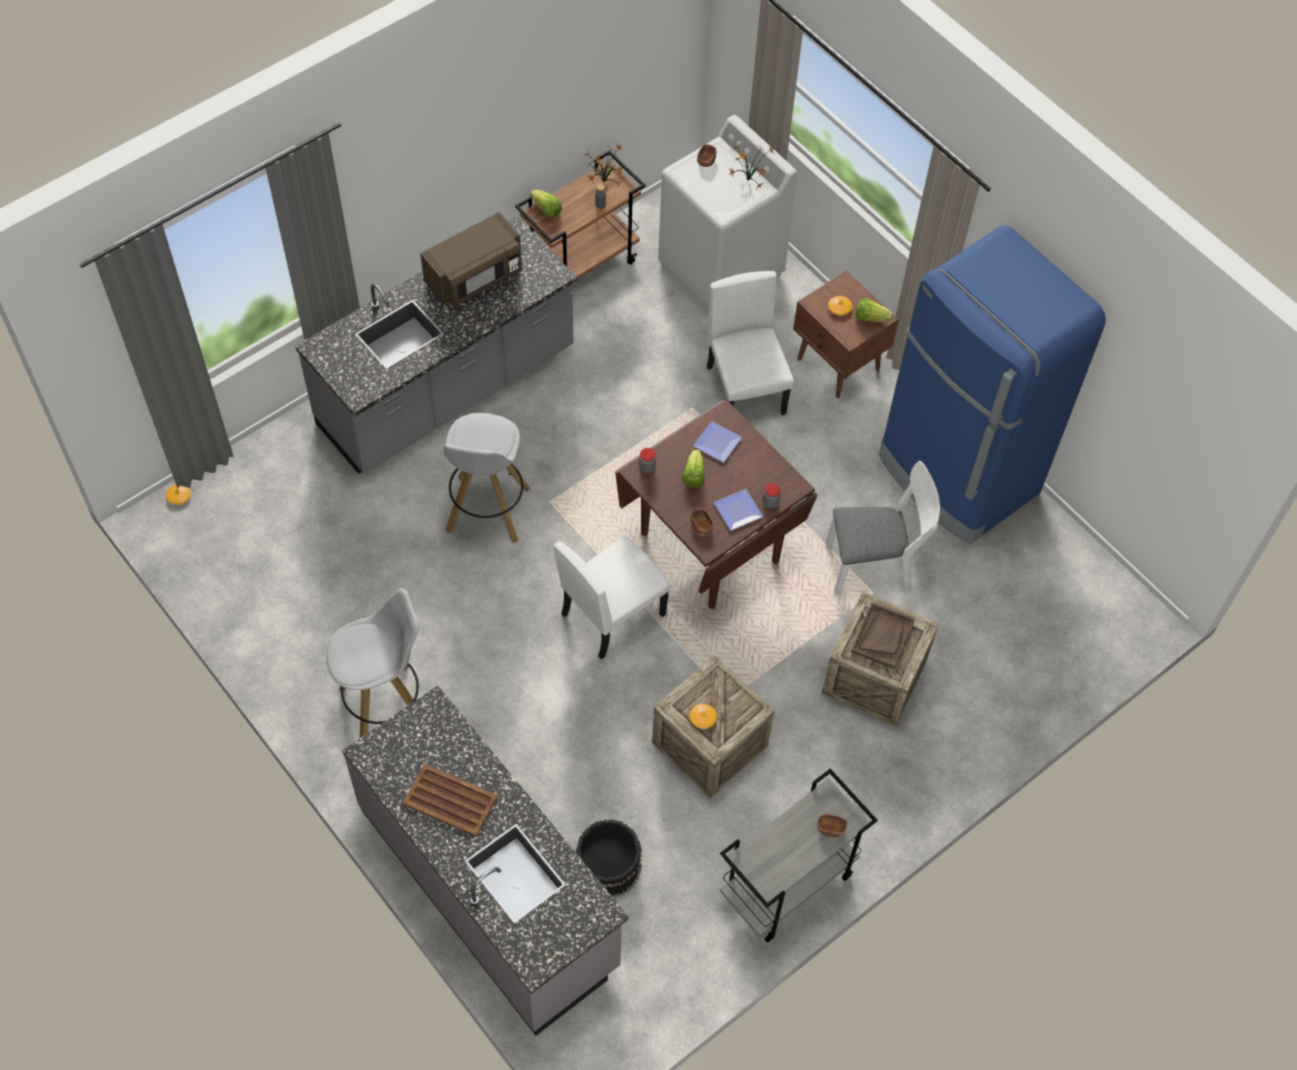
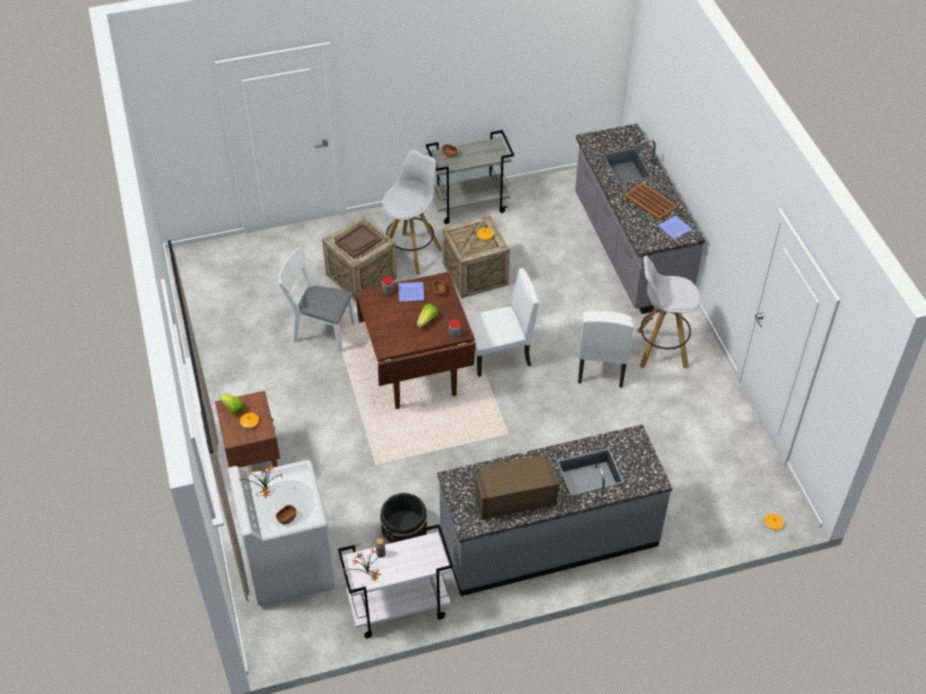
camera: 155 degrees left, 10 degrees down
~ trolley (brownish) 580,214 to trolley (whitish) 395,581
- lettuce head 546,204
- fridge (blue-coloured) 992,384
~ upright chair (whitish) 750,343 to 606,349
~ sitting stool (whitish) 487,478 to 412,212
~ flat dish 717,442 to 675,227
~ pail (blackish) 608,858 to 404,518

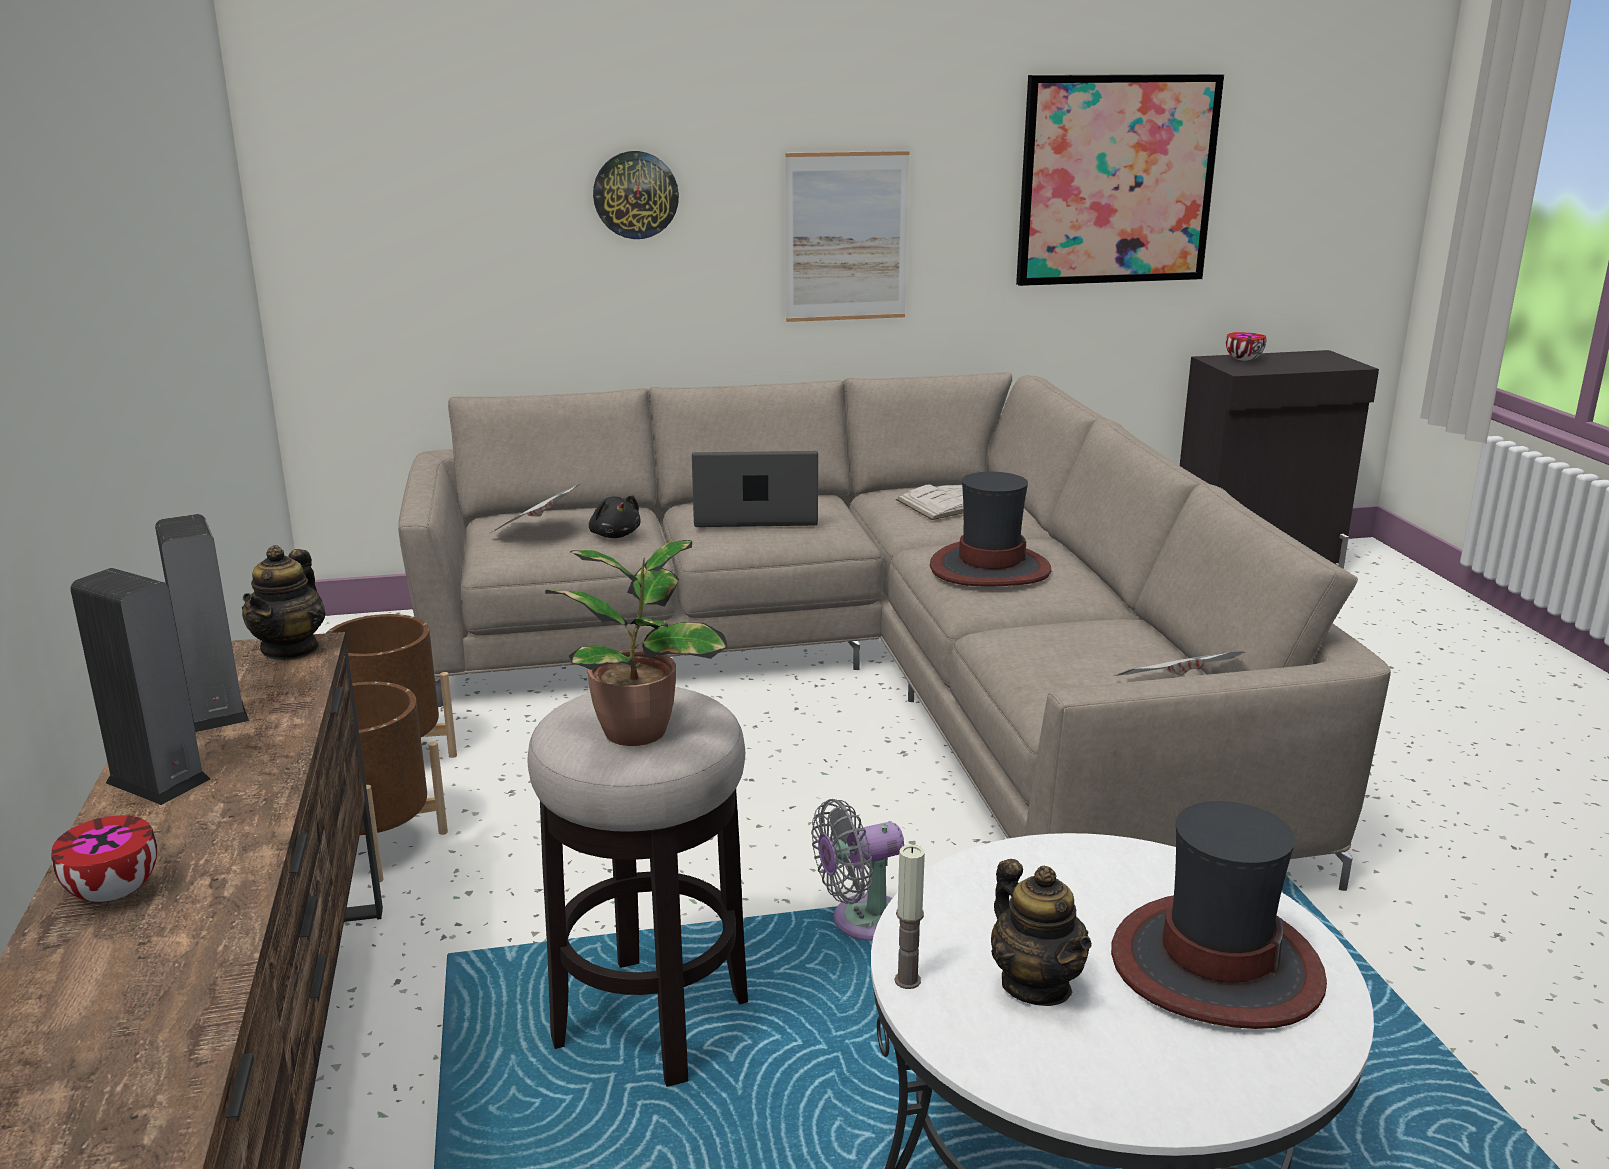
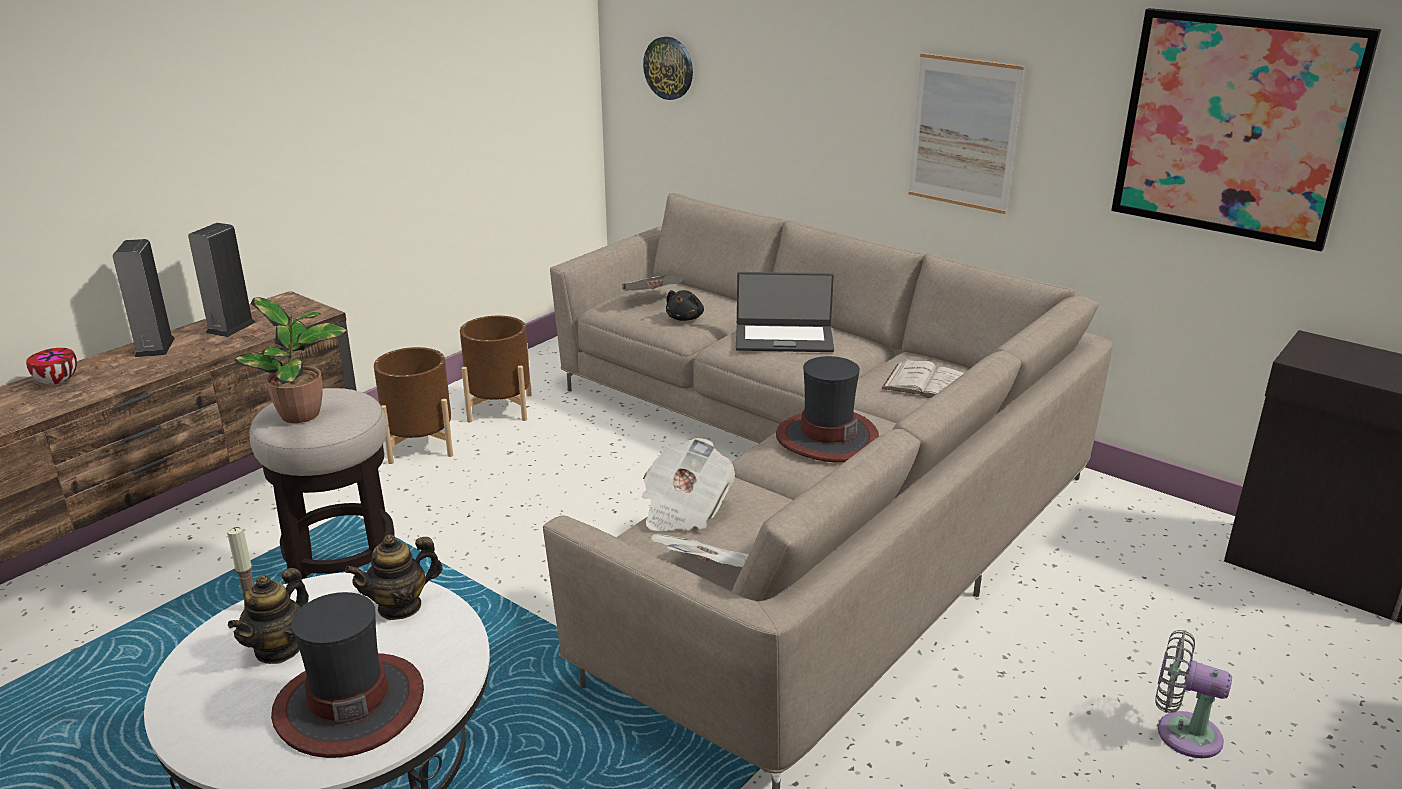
camera: 50 degrees right, 5 degrees up
~ clock on the wall 636,195 to 668,68
- bowl 1246,346
~ laptop 755,489 = 785,312 135 degrees clockwise
~ pot for tea 284,602 to 394,577
~ fan (gray) 857,870 to 1193,694
+ daily paper 688,485

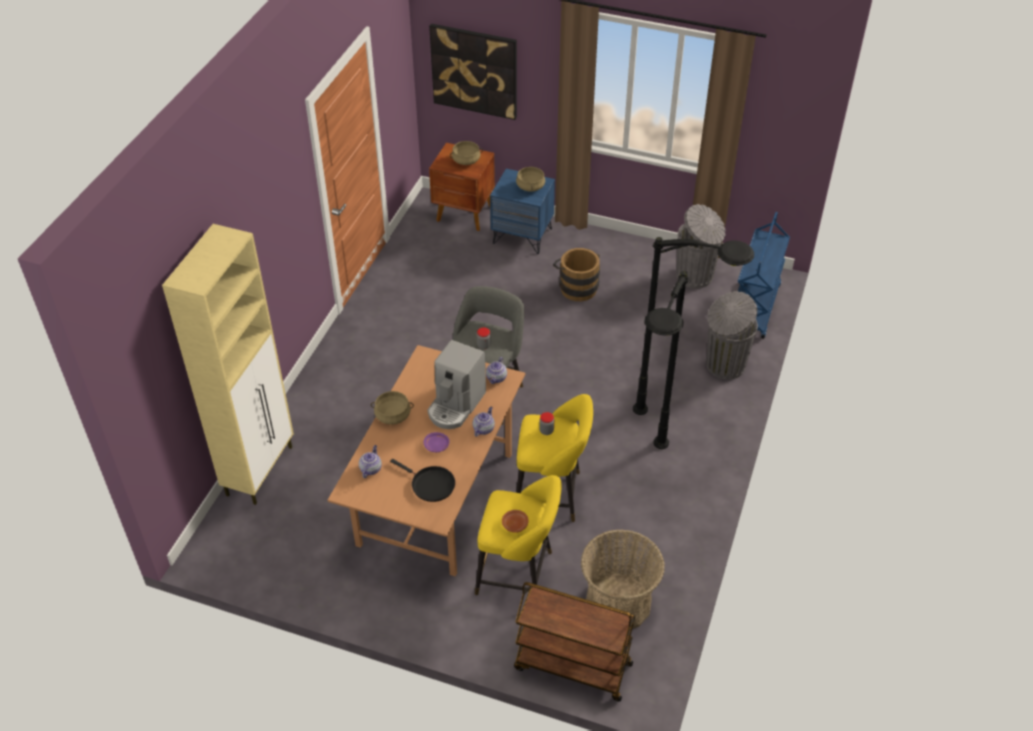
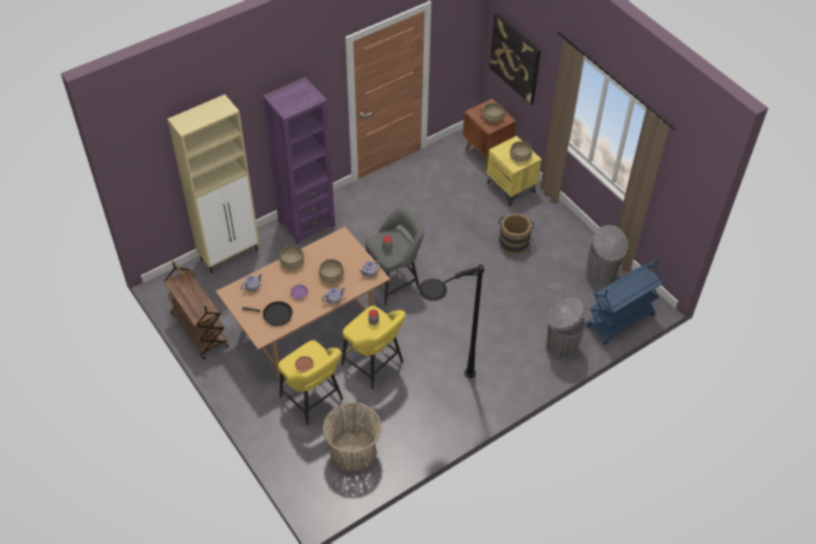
camera: 35 degrees right, 5 degrees up
~ nightstand (blue-coloured) 522,211 to nightstand (yellow-coloured) 514,171
- floor lamp (blackish) 693,326
~ coffee brewer 456,384 to saucepot (beige) 331,271
~ skillet (blackish) 422,480 = 267,313 60 degrees counterclockwise
~ trolley (brownish) 574,642 to 196,310
+ bookcase (purple-coloured) 299,161

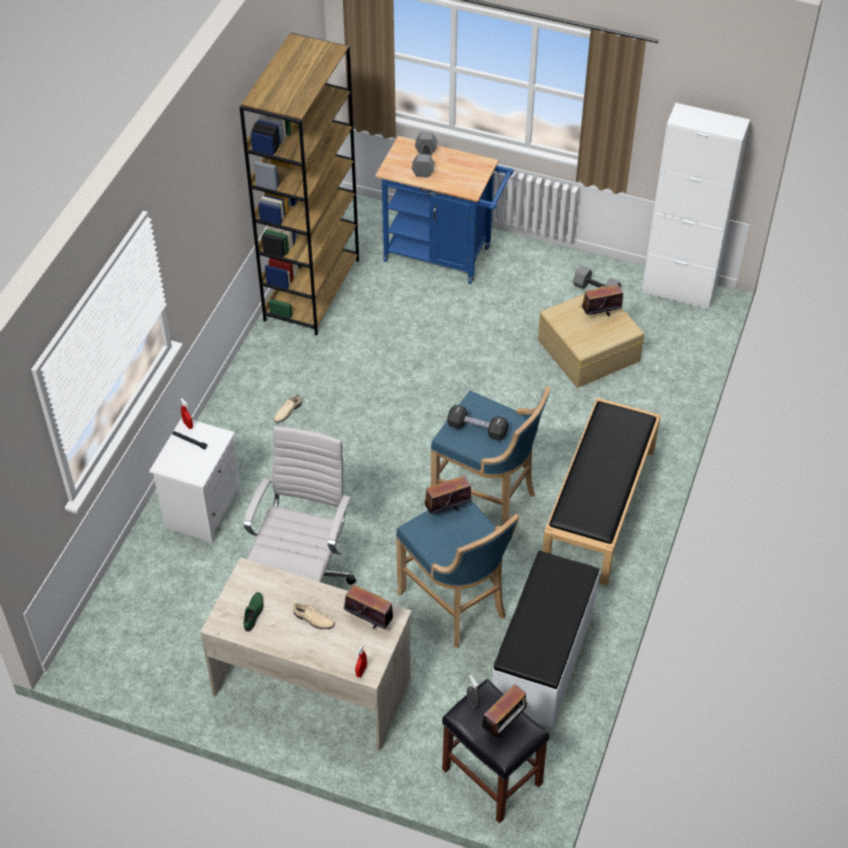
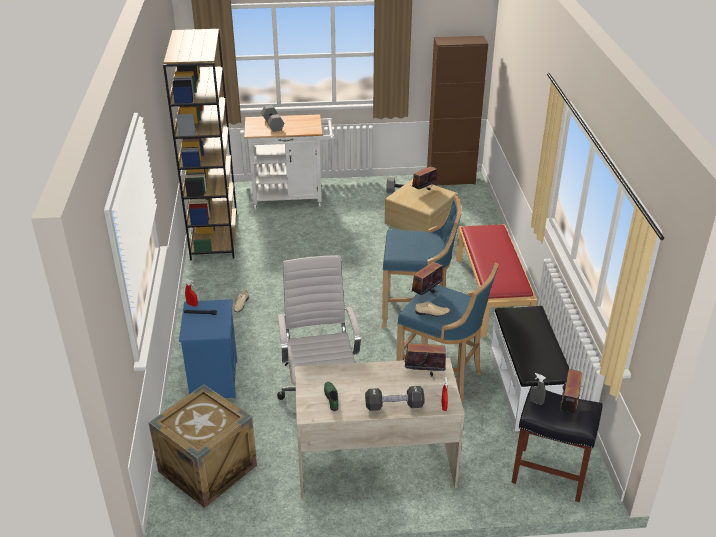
camera: 25 degrees left, 15 degrees down
~ cupboard (whitish) 696,206 to cupboard (brownish) 457,110
~ trolley (blue-coloured) 444,210 to trolley (whitish) 289,162
~ bench (blackish) 601,491 to bench (red-coloured) 496,280
~ free weight (blackish) 477,422 to 395,398
~ nightstand (whitish) 195,481 to nightstand (blue-coloured) 208,349
~ item of footwear (beige) 314,616 to 432,309
+ packing crate 202,446

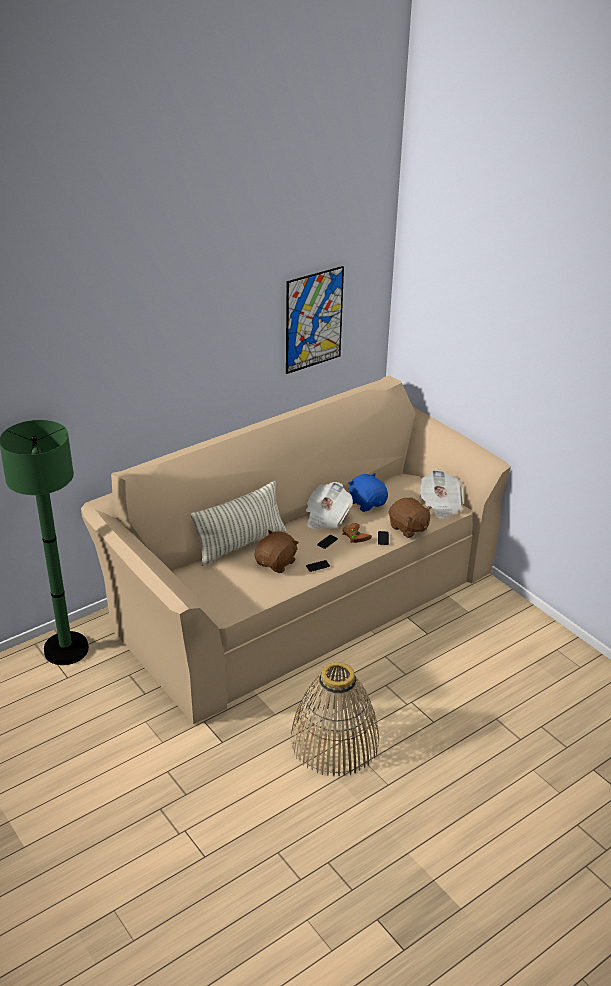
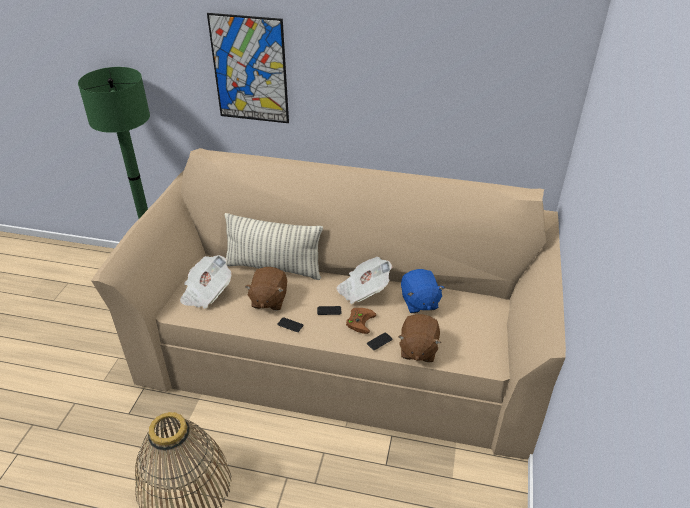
camera: 50 degrees right, 5 degrees up
~ picture 315,320 to 248,68
~ daily paper 442,494 to 206,282
~ plush toy (blue-coloured) 368,492 = 423,291 150 degrees clockwise
~ plush toy (brownish) 277,551 = 266,289 105 degrees clockwise

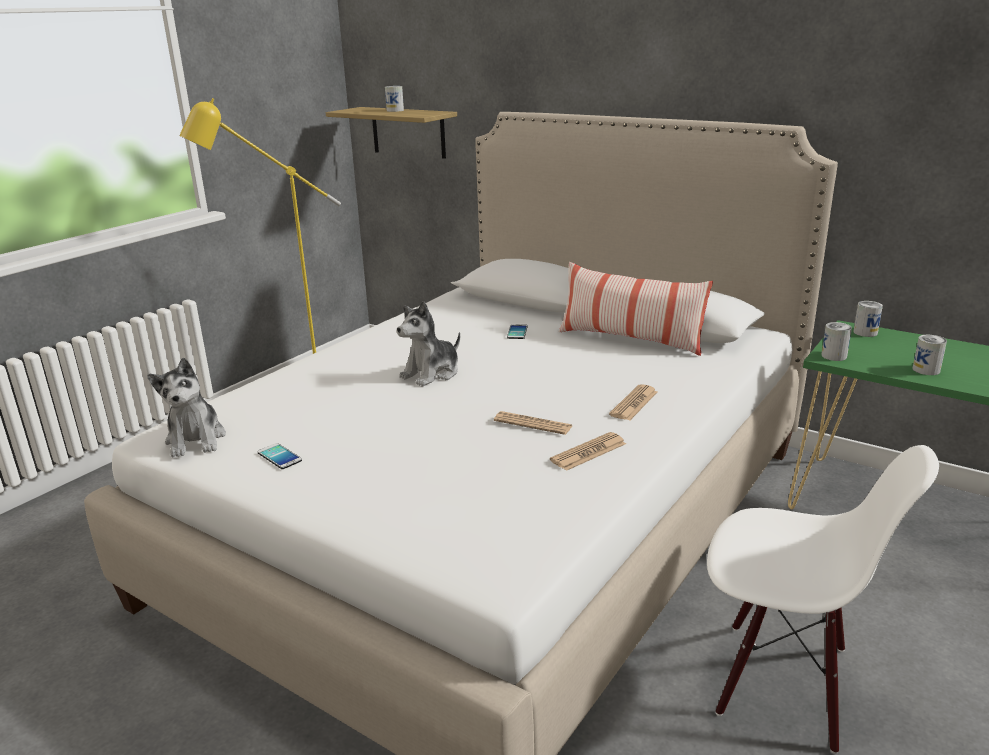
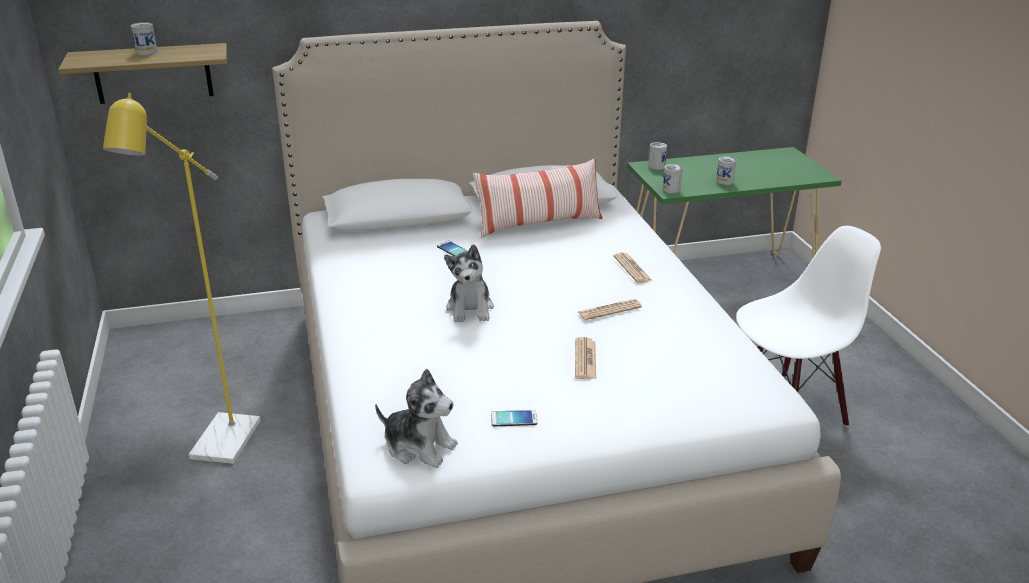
camera: 50 degrees left, 5 degrees up
~ daily paper 588,451 to 585,358

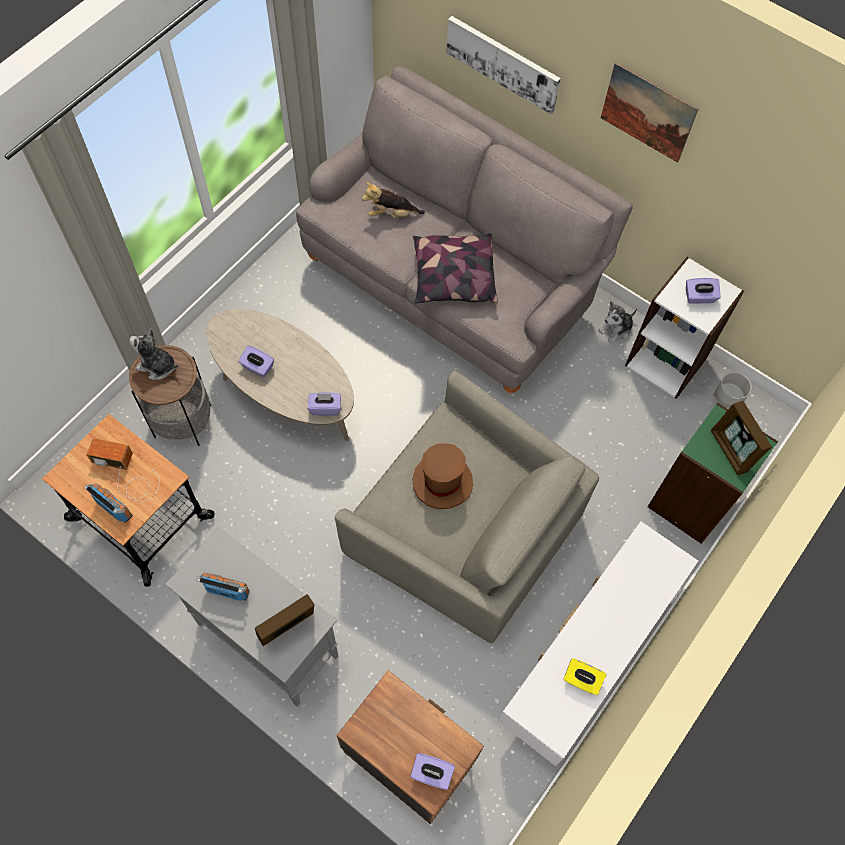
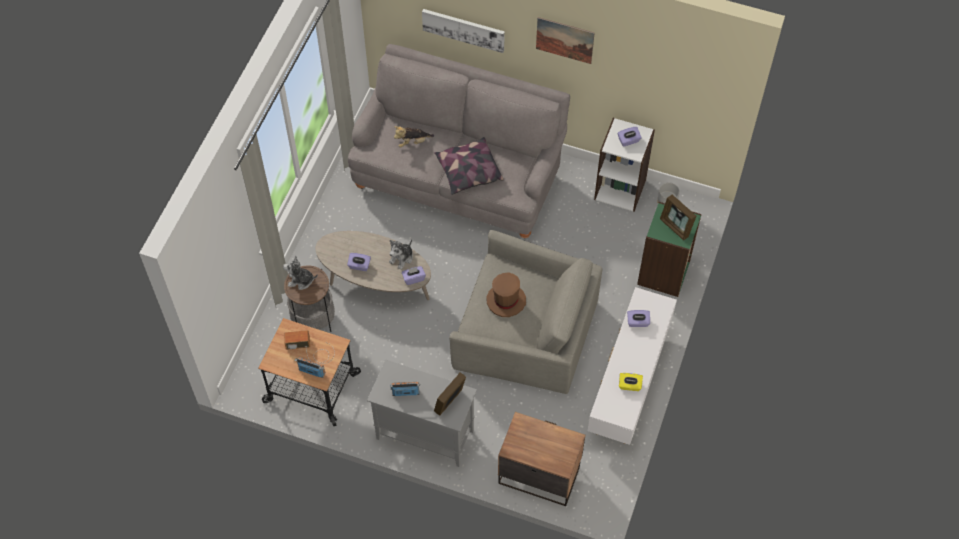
camera: 15 degrees left, 5 degrees down
~ plush toy 617,323 to 401,254
~ tissue box (purple-coloured) 433,771 to 638,318

